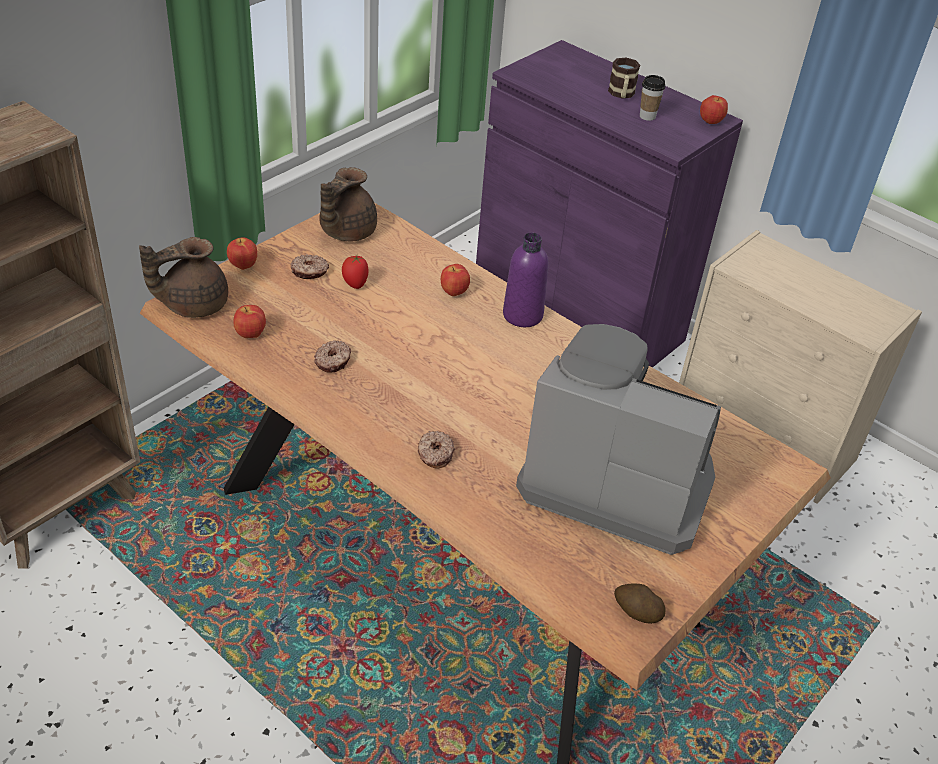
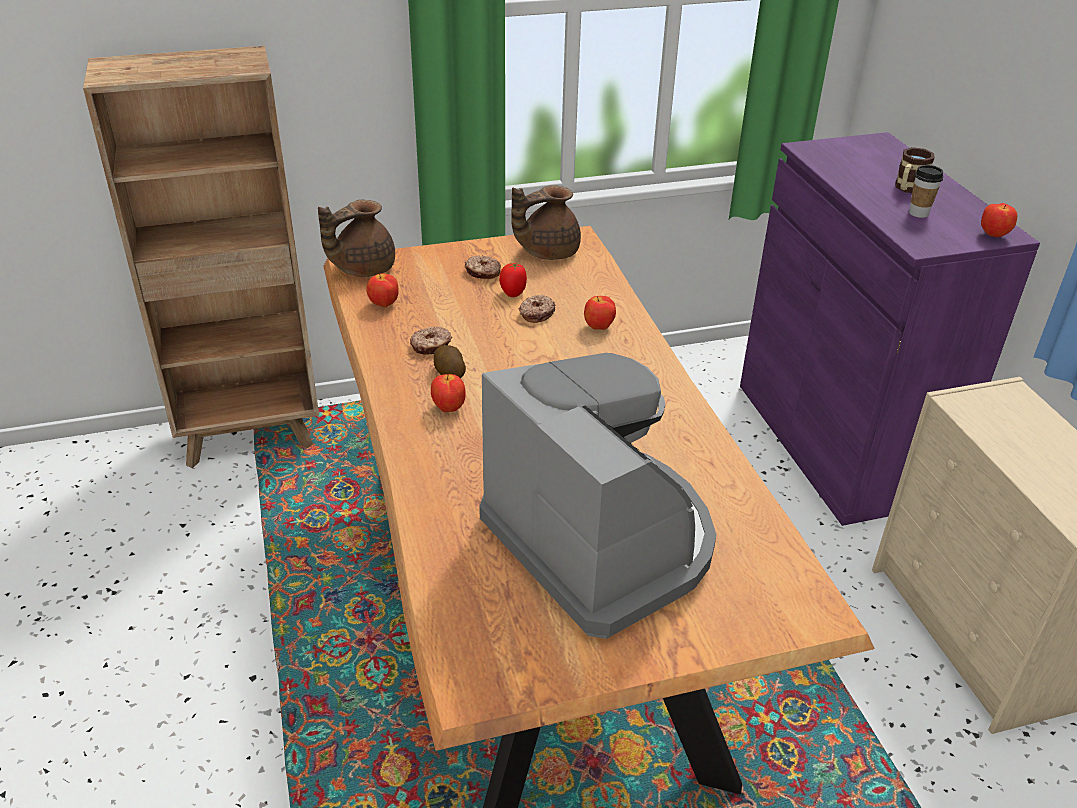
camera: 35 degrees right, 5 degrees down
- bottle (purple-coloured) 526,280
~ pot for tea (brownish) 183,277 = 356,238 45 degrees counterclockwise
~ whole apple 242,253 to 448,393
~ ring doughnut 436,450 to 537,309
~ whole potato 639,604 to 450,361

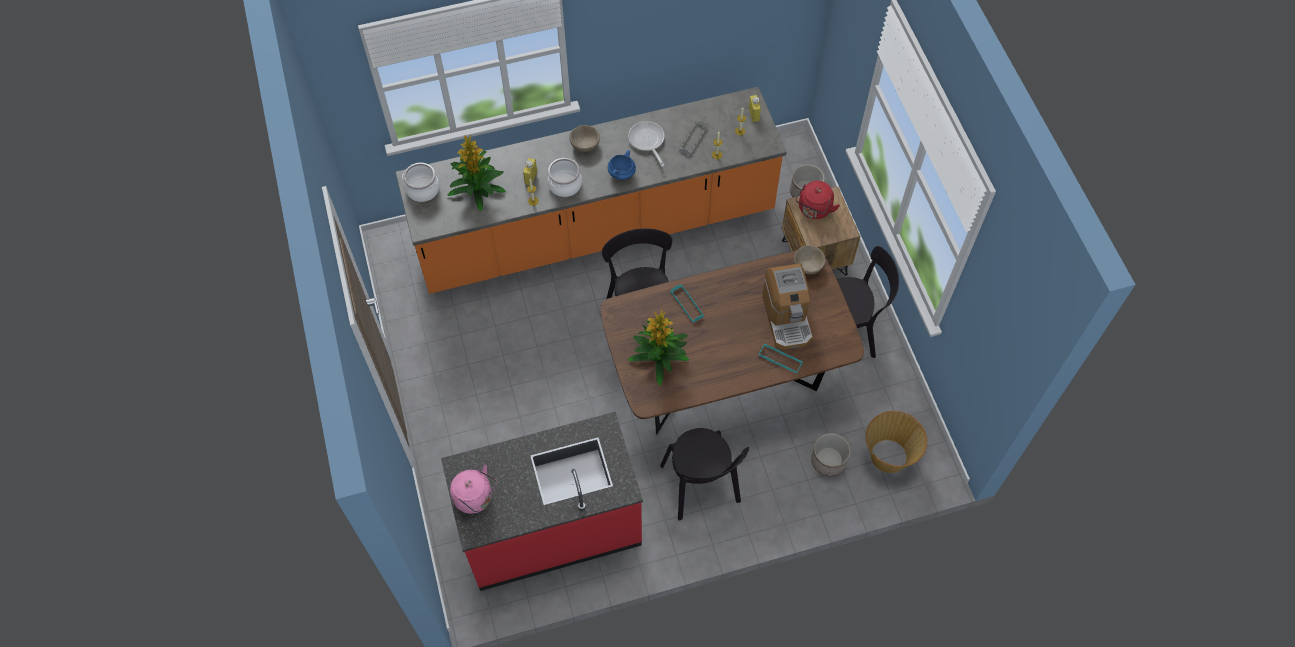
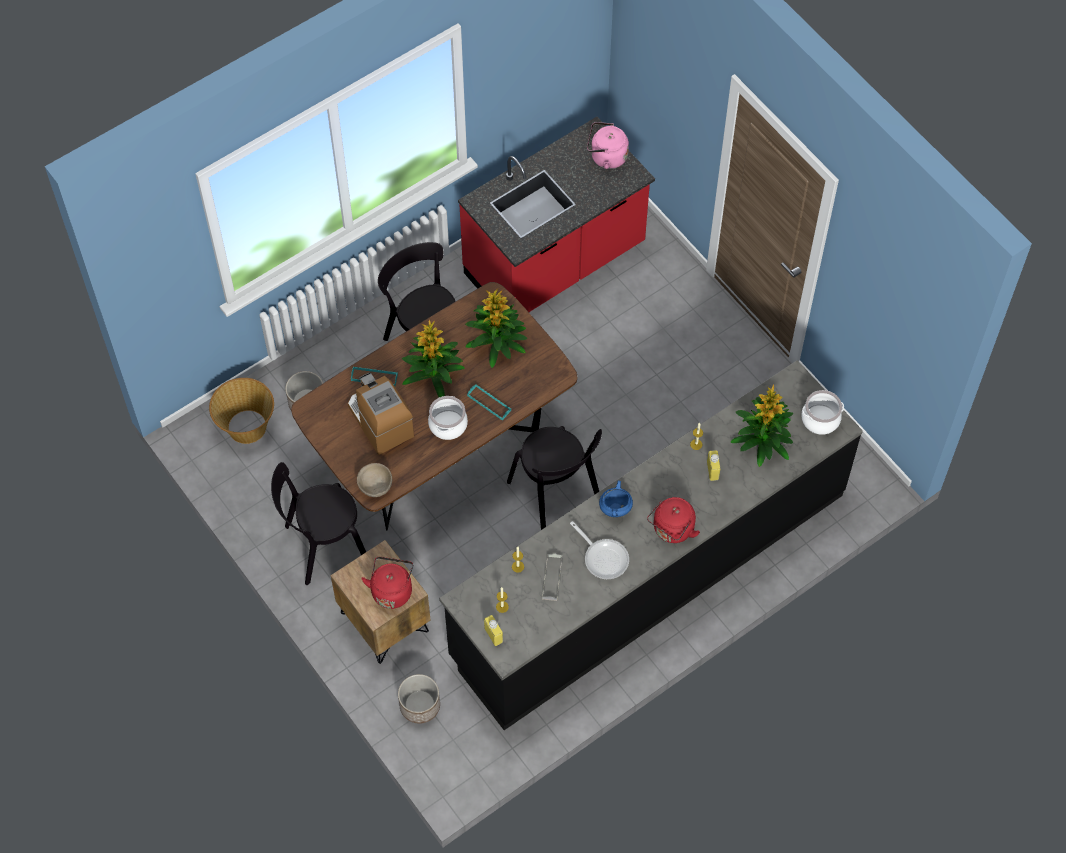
camera: 160 degrees right, 0 degrees up
~ kitchen base unit (orange) 591,190 to kitchen base unit (blackish) 651,545
~ bowl (beige) 584,138 to tea kettle (red-coloured) 673,520
~ saucepot 564,177 to 448,418
+ potted plant 433,358

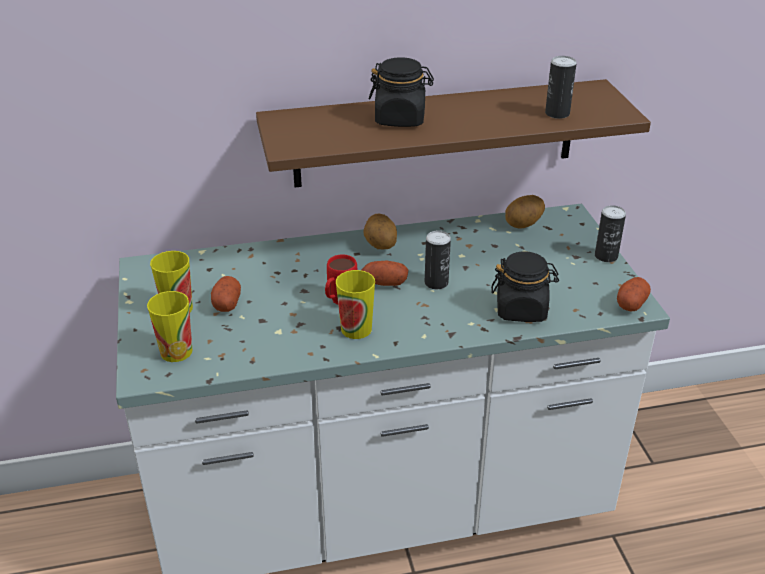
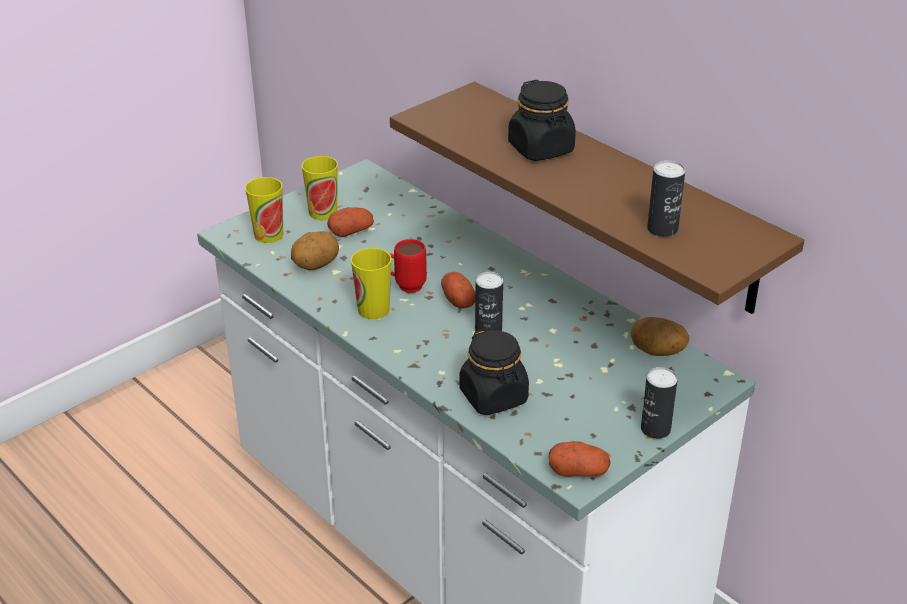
camera: 60 degrees right, 0 degrees up
~ whole potato 380,232 to 315,250

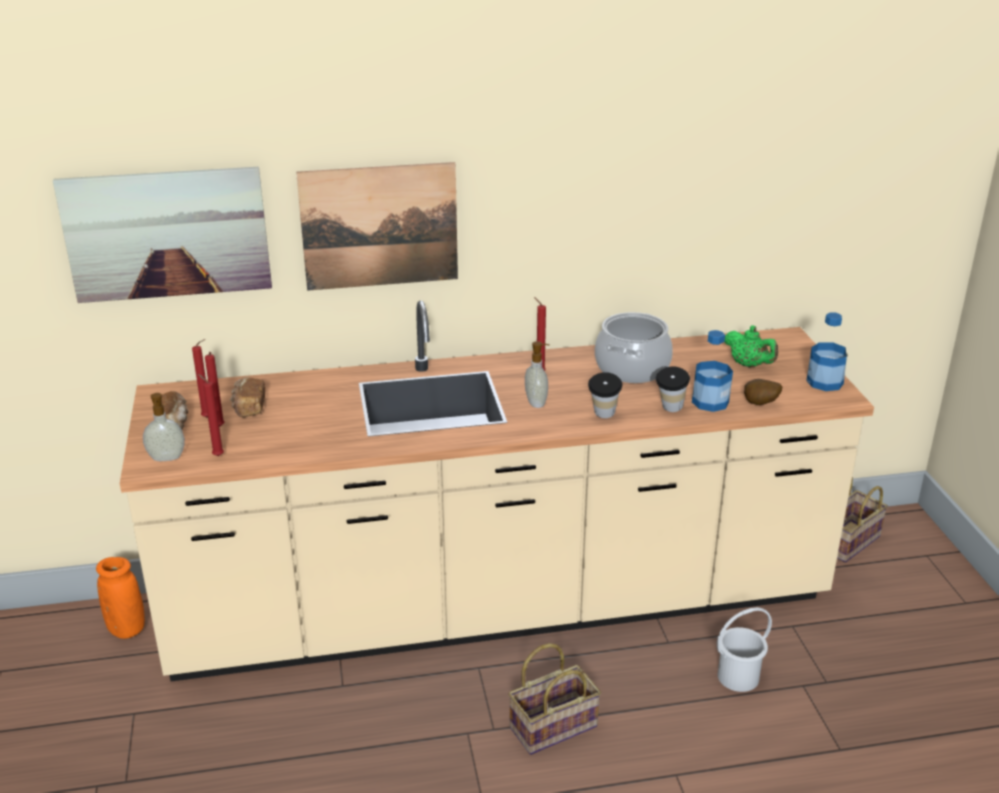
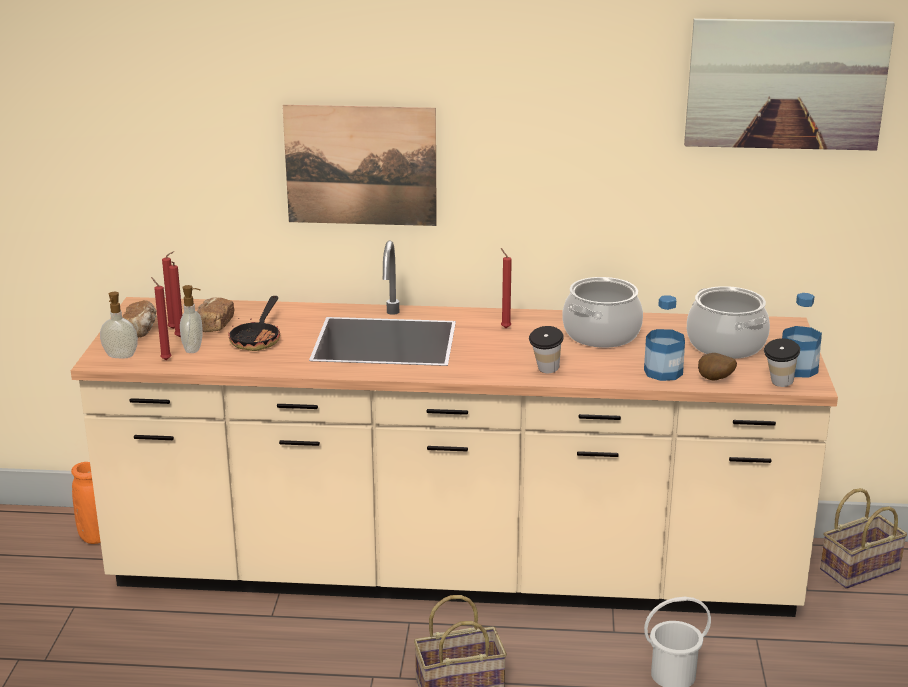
camera: 15 degrees right, 5 degrees down
~ picture 162,234 to 789,84
~ pot for tea (green) 751,346 to saucepot 728,322
~ soap bottle 537,374 to 191,319
~ small cup 673,389 to 782,362
+ skillet 254,323

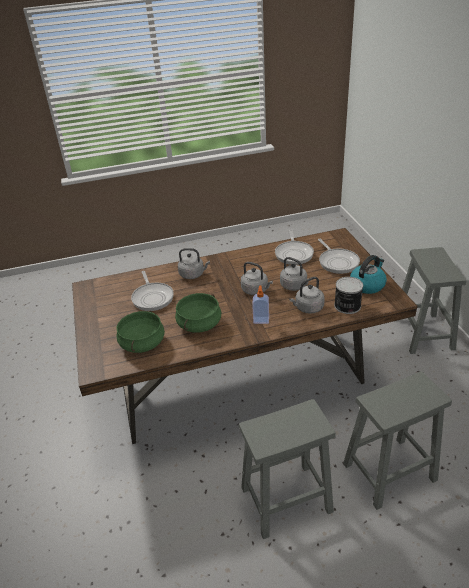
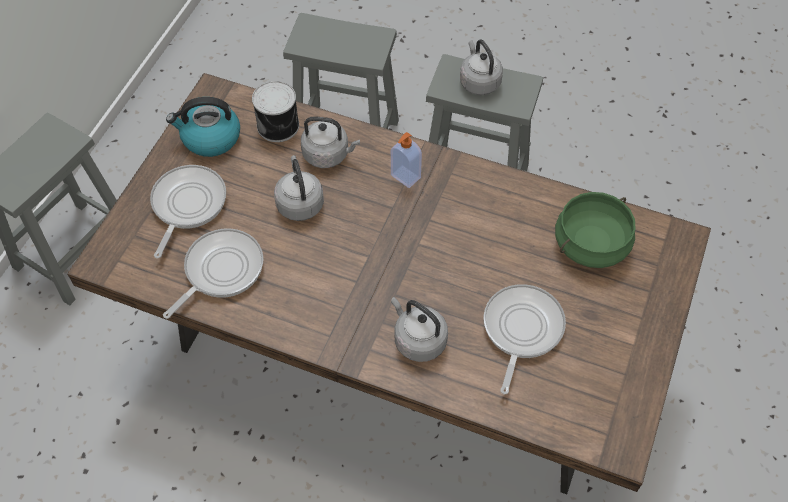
camera: 145 degrees left, 20 degrees up
~ tea kettle (gray) 257,278 to 481,67
- saucepot (green) 198,313

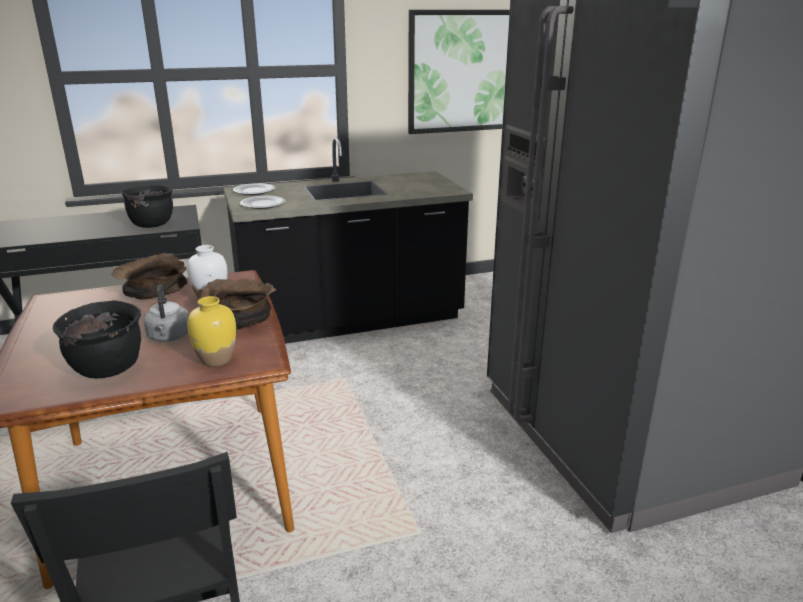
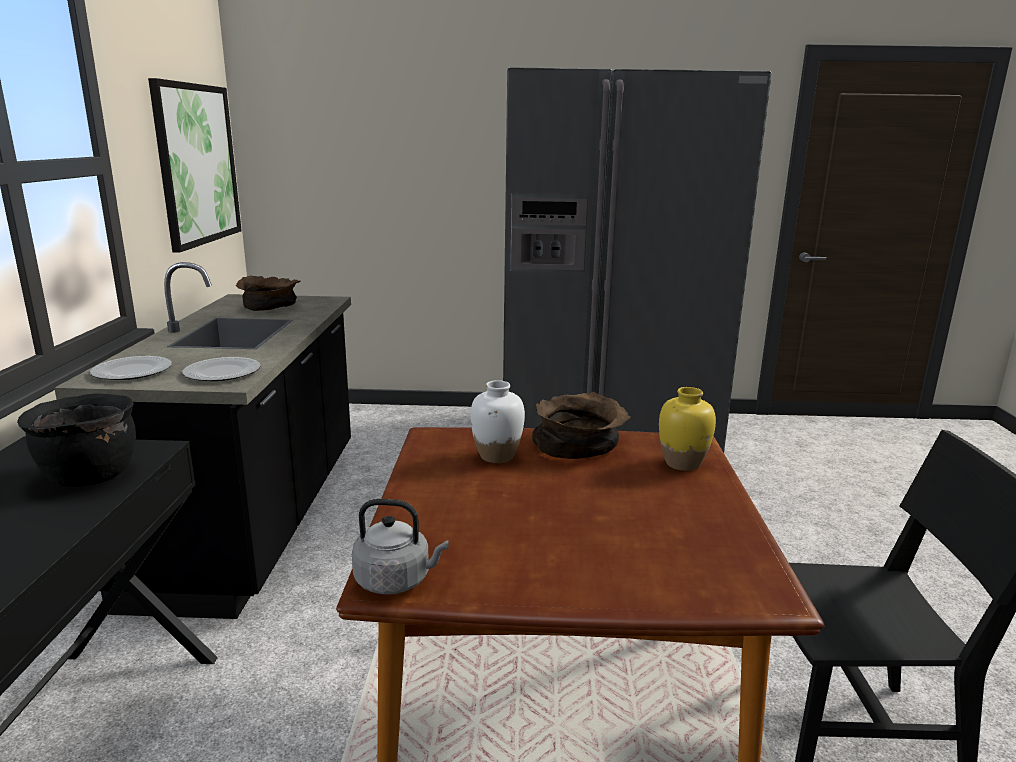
camera: 70 degrees left, 5 degrees down
~ bowl (brownish) 149,276 to 268,293
~ tea kettle (gray) 166,313 to 400,547
- saucepot (blackish) 97,339

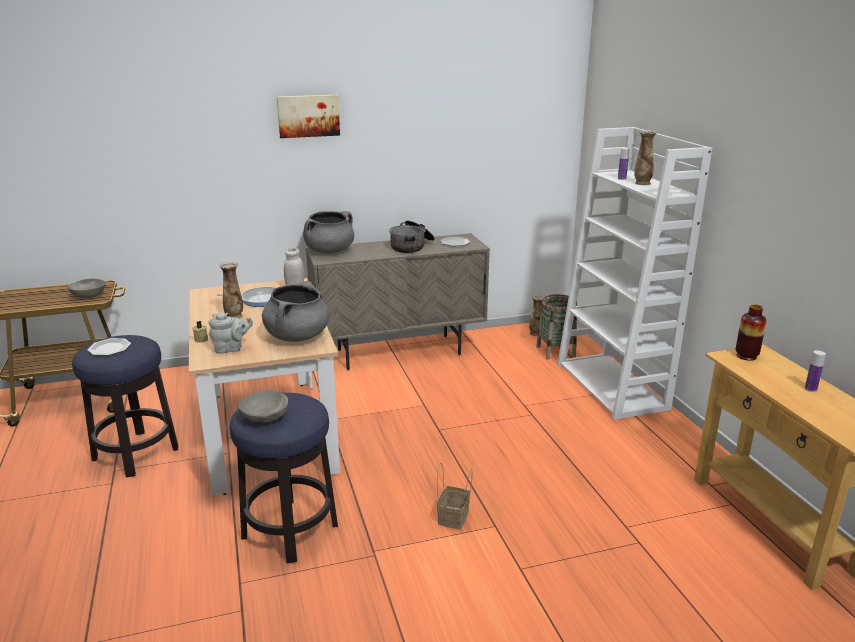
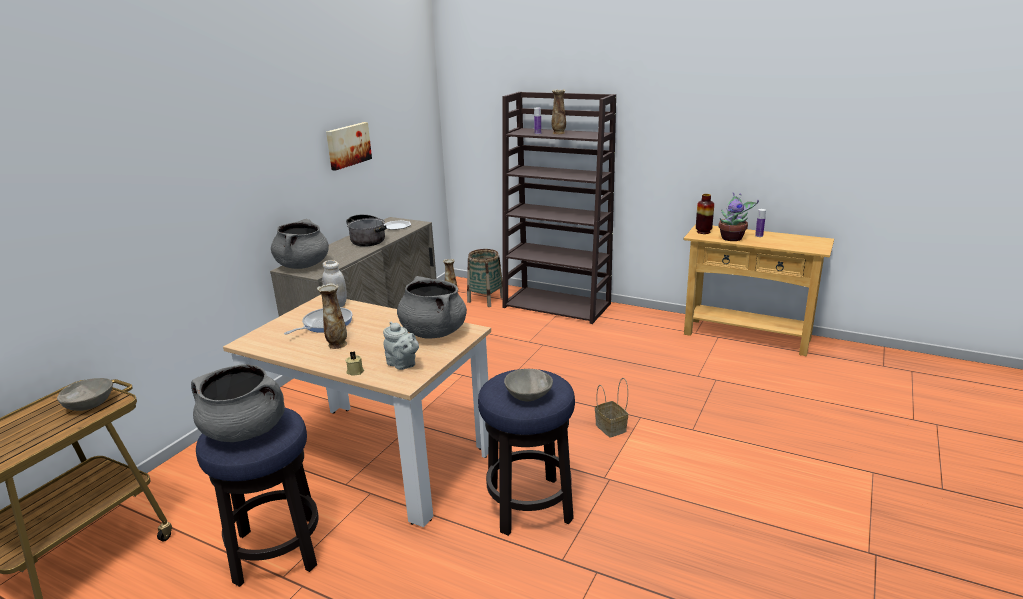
camera: 45 degrees left, 0 degrees up
~ picture 308,116 to 349,146
~ bookcase (whitish) 634,273 to bookcase (brownish) 559,208
~ pot for tea (gray) 231,333 = 401,346 105 degrees clockwise
~ flat dish 109,347 to saucepot (gray) 238,403
+ potted plant 739,216

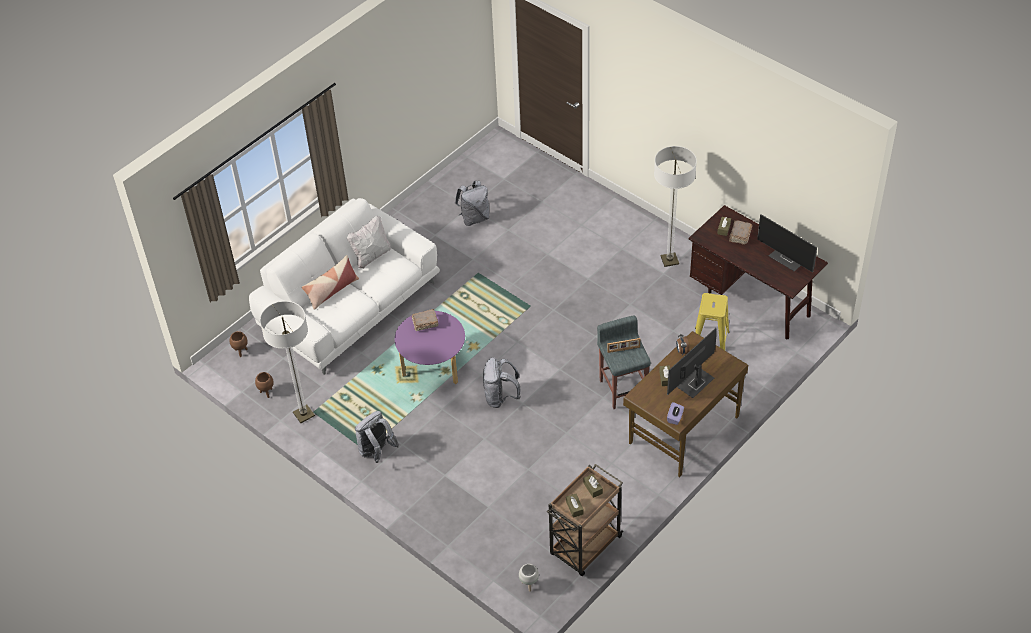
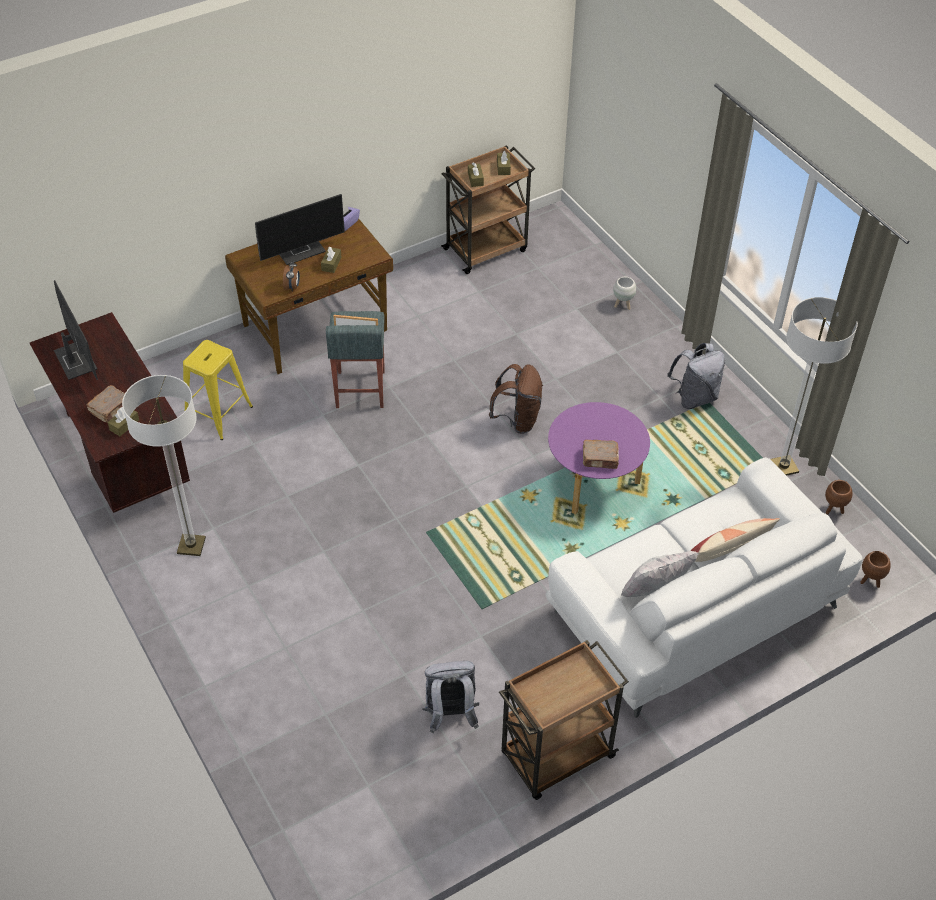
camera: 165 degrees left, 0 degrees up
~ rucksack (gray) 502,382 to rucksack (brownish) 516,399
~ plant pot (whitish) 529,578 to 624,293
+ trolley (brownish) 564,720

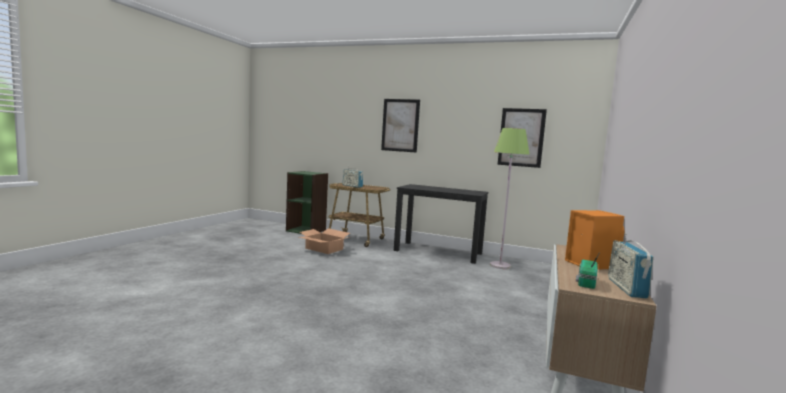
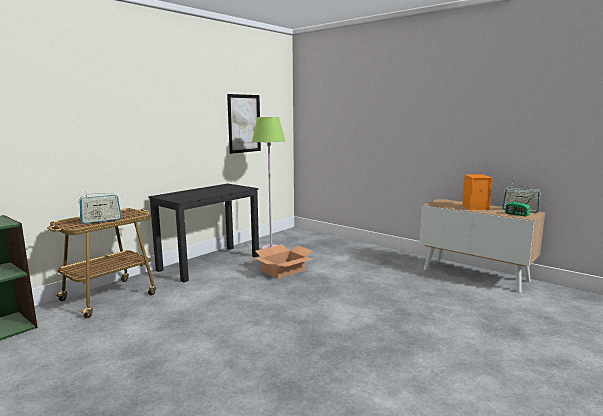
camera: 70 degrees left, 5 degrees up
- picture 400,126
~ cardboard box 324,241 to 283,261

